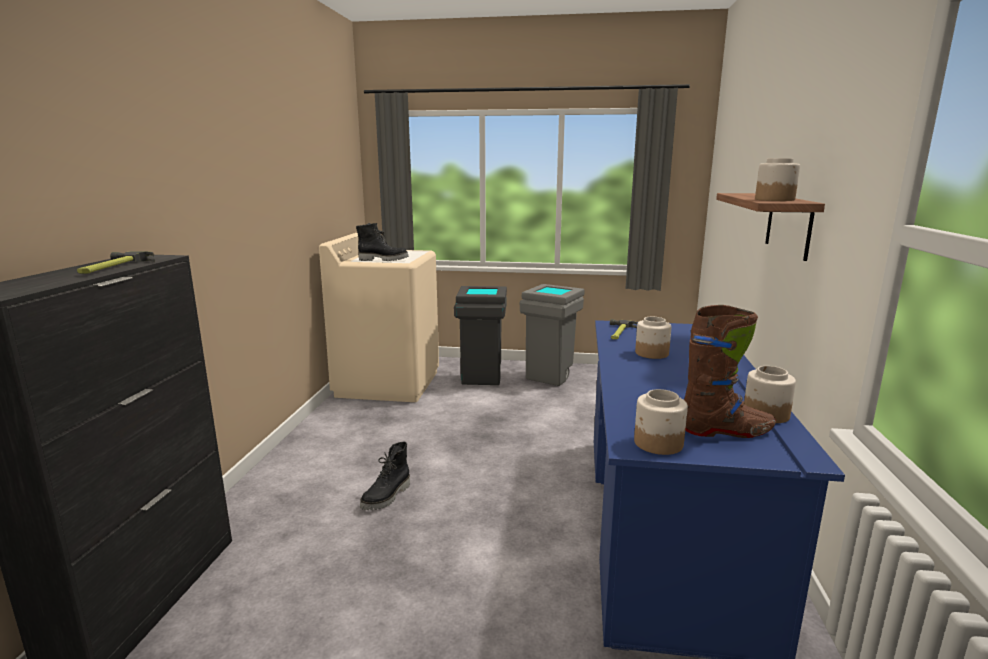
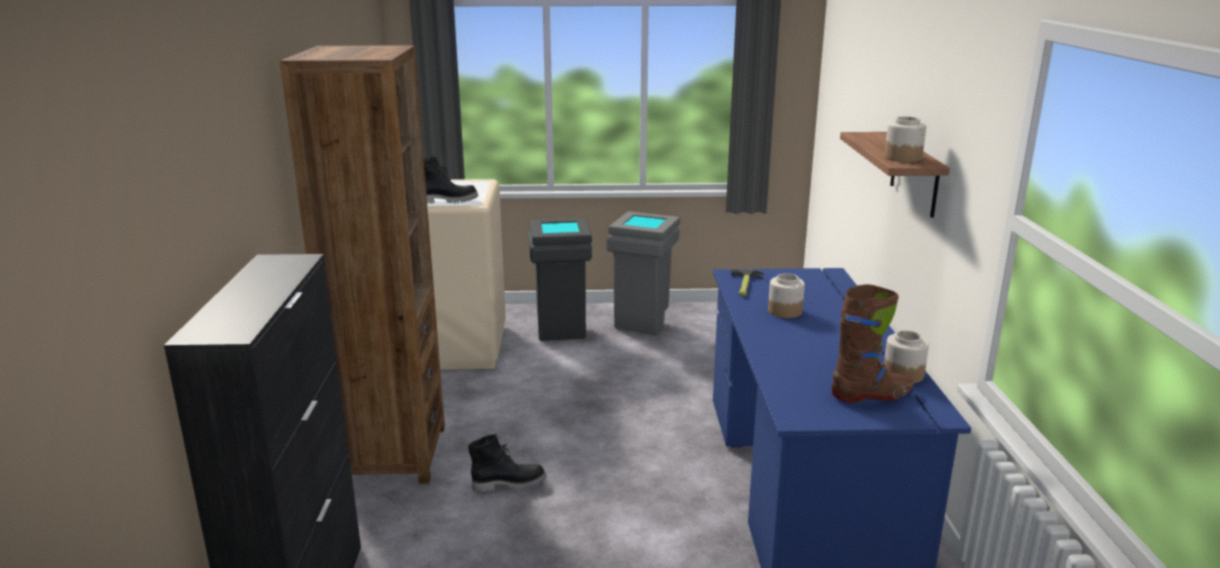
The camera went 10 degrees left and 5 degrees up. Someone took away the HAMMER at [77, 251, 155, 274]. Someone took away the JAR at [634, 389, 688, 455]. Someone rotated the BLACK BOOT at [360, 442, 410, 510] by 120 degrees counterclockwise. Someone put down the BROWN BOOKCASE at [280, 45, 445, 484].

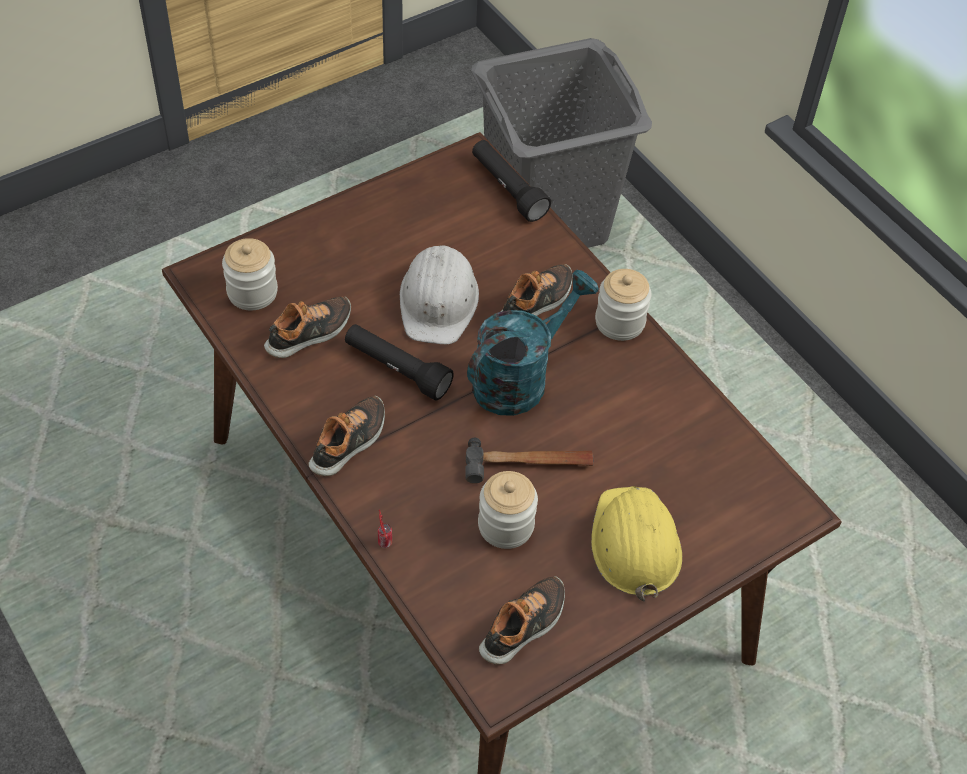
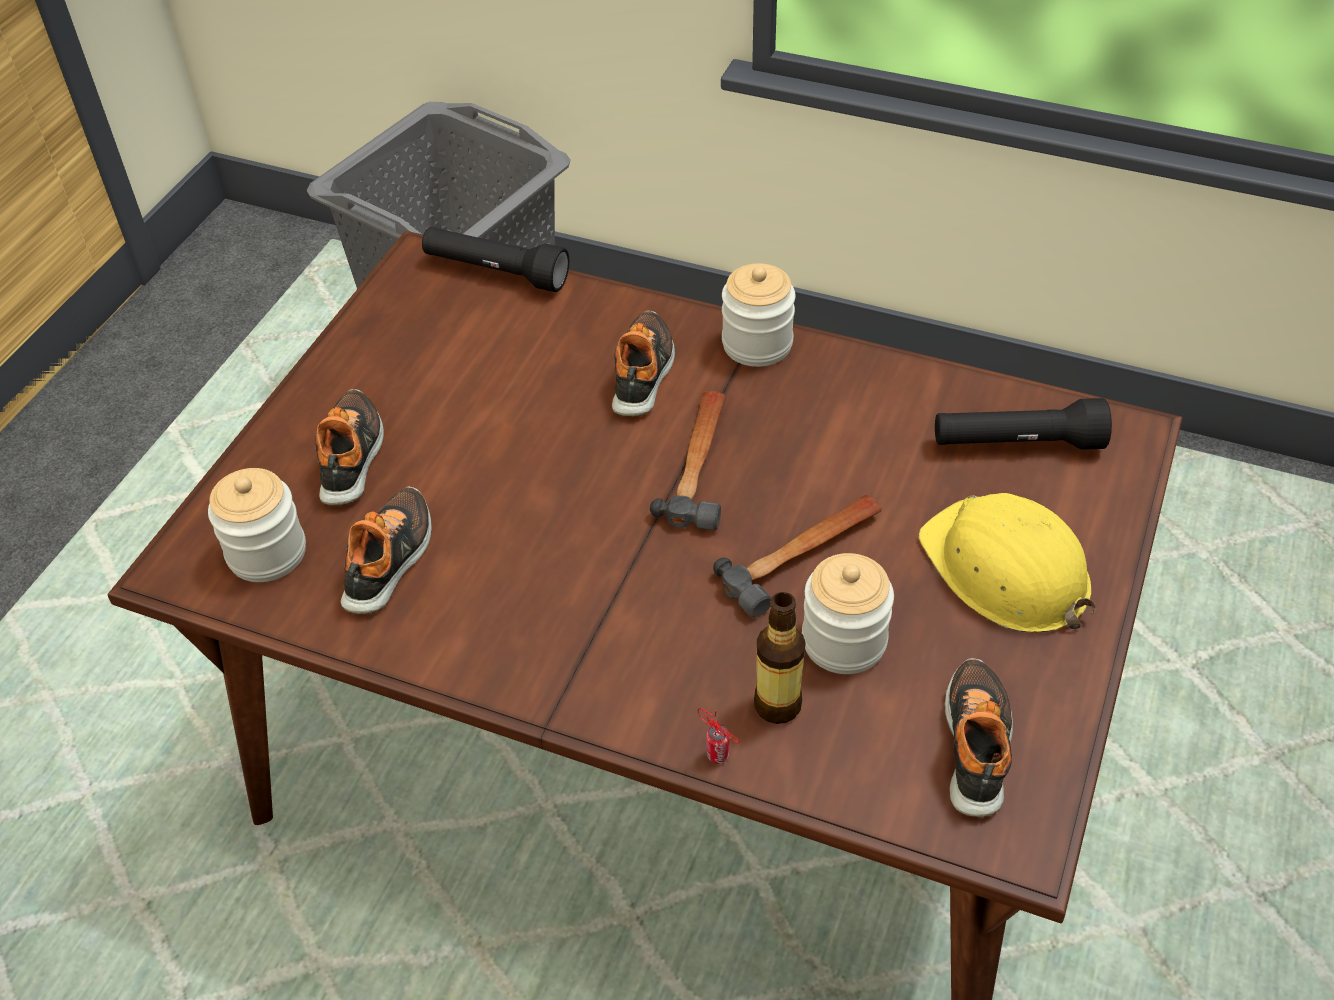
The camera went 30 degrees left and 5 degrees down. Someone took away the WHITE HARD HAT at [400, 245, 479, 344]. Someone swapped the TURQUOISE WATERING CAN at [467, 270, 599, 416] for the HAMMER at [650, 391, 726, 530]. Someone carried the BLACK FLASHLIGHT from [345, 324, 454, 401] to [935, 398, 1112, 450]. Someone carried the SHOE from [309, 396, 385, 476] to [315, 389, 384, 506]. Someone put down the BOTTLE at [754, 592, 806, 724].

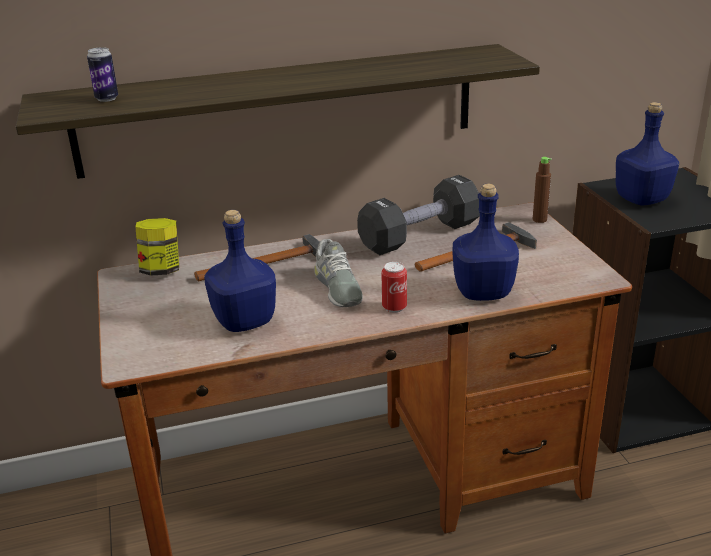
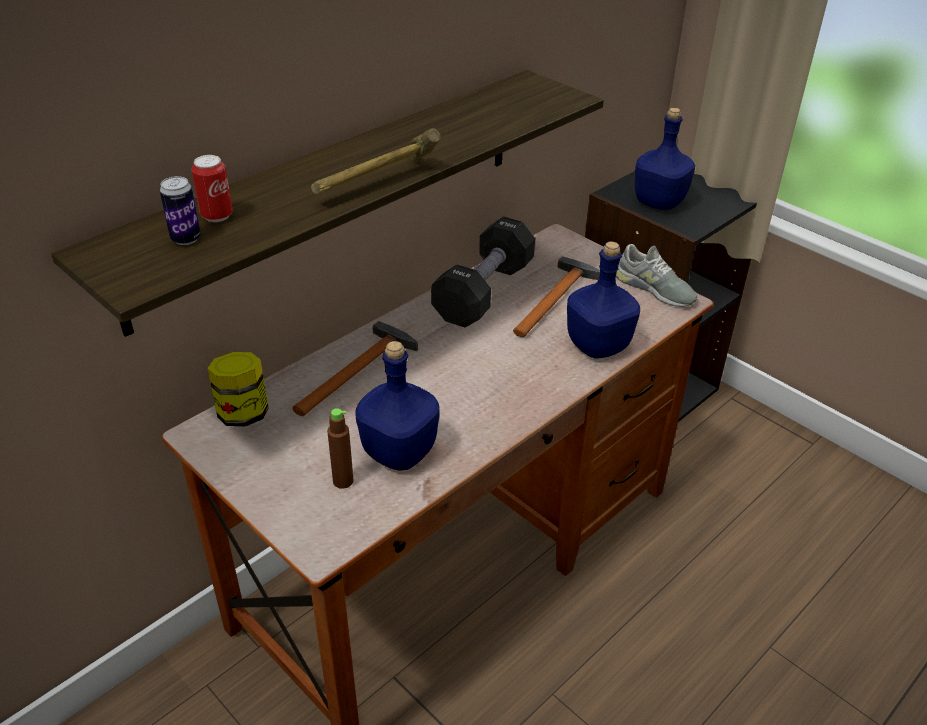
The camera went 30 degrees left and 10 degrees up. Someone carried the BROWN BOTTLE from [533, 157, 552, 223] to [327, 408, 354, 489]. Someone carried the GREY SHOE from [314, 239, 363, 307] to [616, 244, 697, 307]. Someone carried the CAN from [382, 262, 407, 313] to [192, 155, 233, 222]. Someone put down the HAMMER at [311, 128, 441, 195].

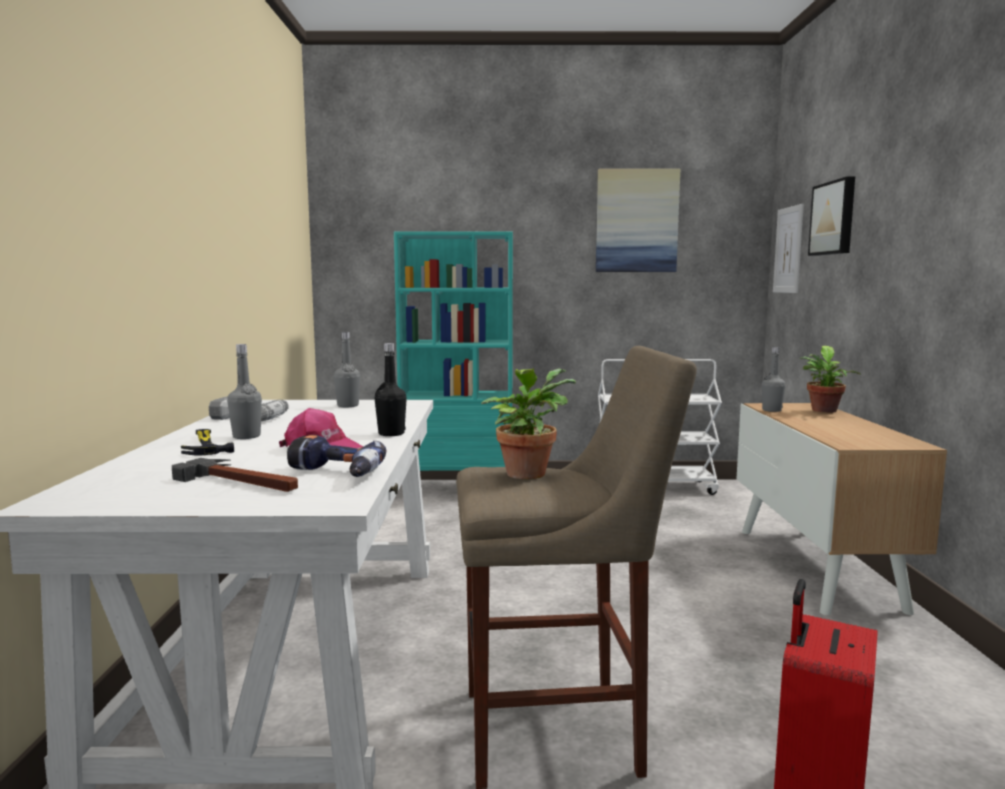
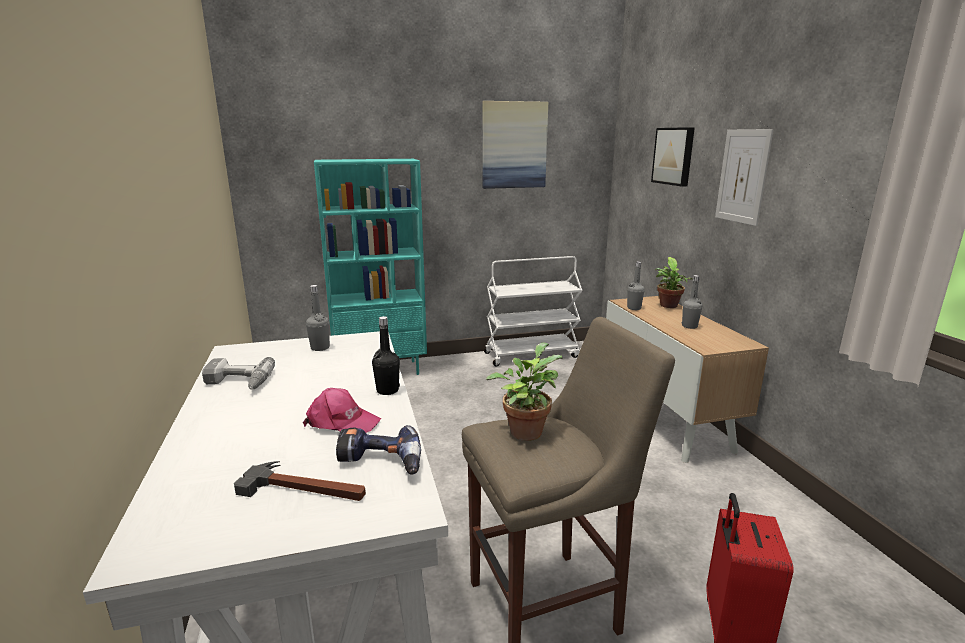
The camera went 15 degrees left and 10 degrees up. Someone carried the PICTURE from [773, 204, 804, 293] to [715, 129, 774, 226]. Someone carried the GREY BOTTLE from [227, 344, 262, 439] to [682, 275, 702, 329]. Someone took away the HAMMER at [181, 429, 234, 455].

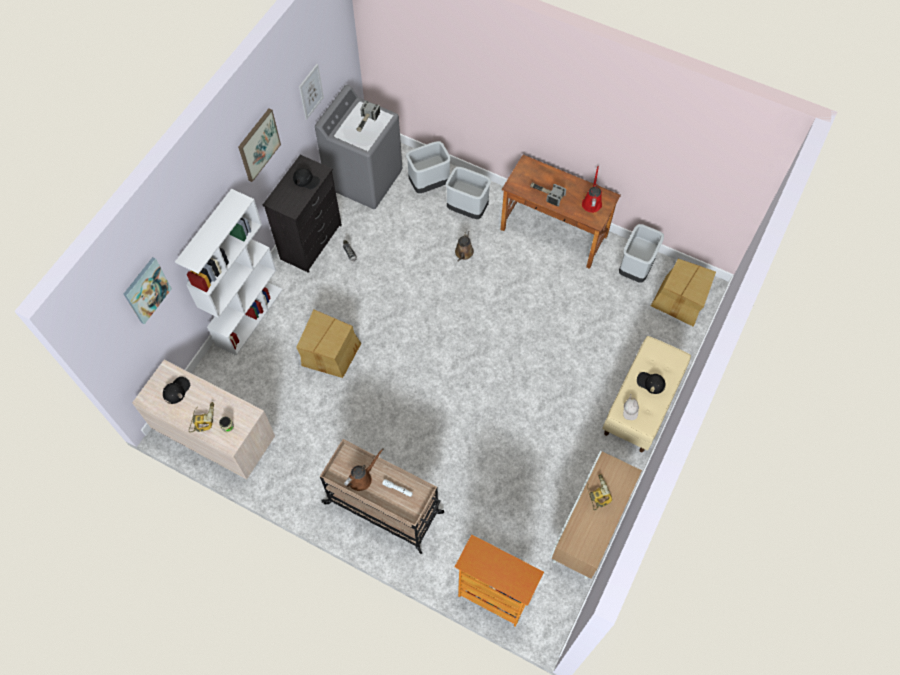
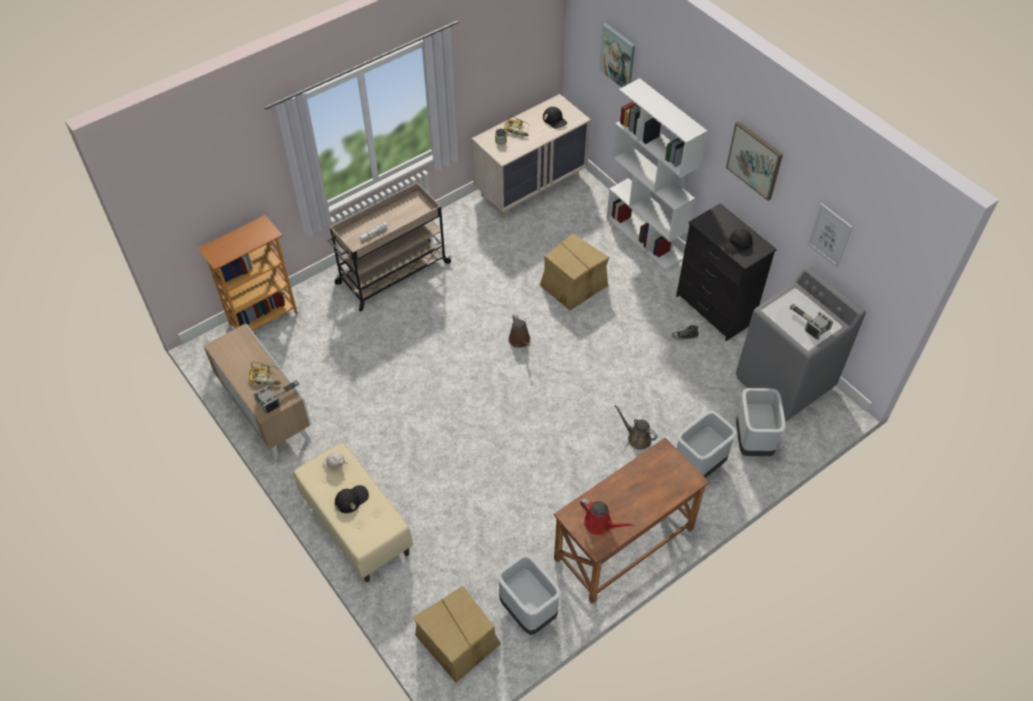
The camera went 115 degrees right and 10 degrees down. Someone carried the HAMMER from [530, 182, 566, 206] to [253, 380, 299, 414]. Someone carried the BROWN WATERING CAN from [344, 448, 384, 491] to [509, 314, 530, 348].

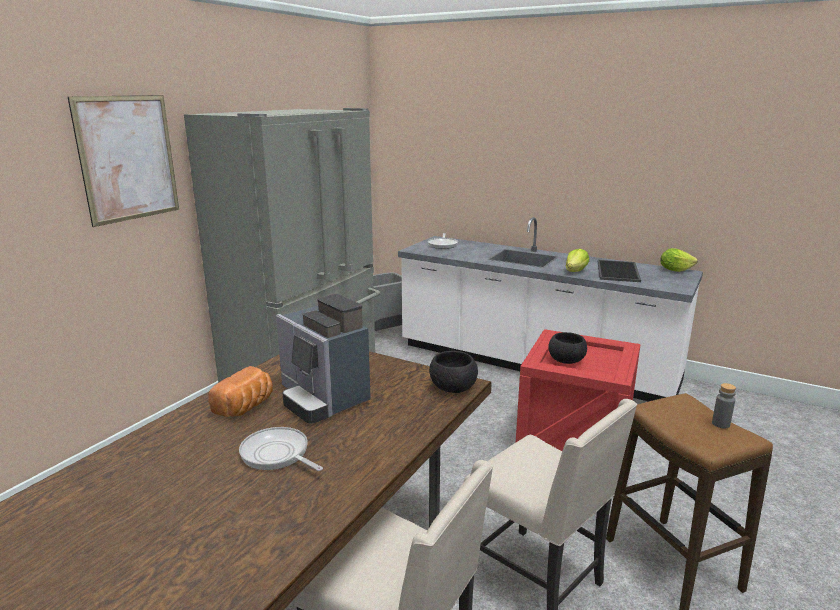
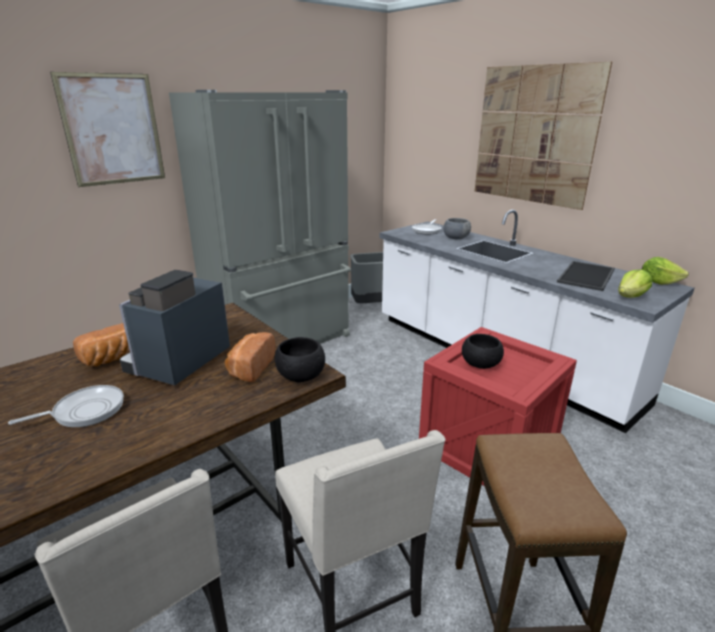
The camera went 20 degrees right and 5 degrees up. Someone carried the LETTUCE from [566, 249, 589, 272] to [618, 269, 652, 298]. Someone rotated the COFFEE MACHINE at [276, 294, 371, 424] by 45 degrees clockwise. Someone took away the GREY BOTTLE at [712, 383, 736, 428]. Someone rotated the FRYING PAN at [239, 427, 323, 471] by 90 degrees clockwise. Someone put up the PICTURE at [475, 62, 612, 210]. Someone put down the GREY BOWL at [443, 218, 471, 239]. Someone put down the BREAD at [225, 332, 275, 382].

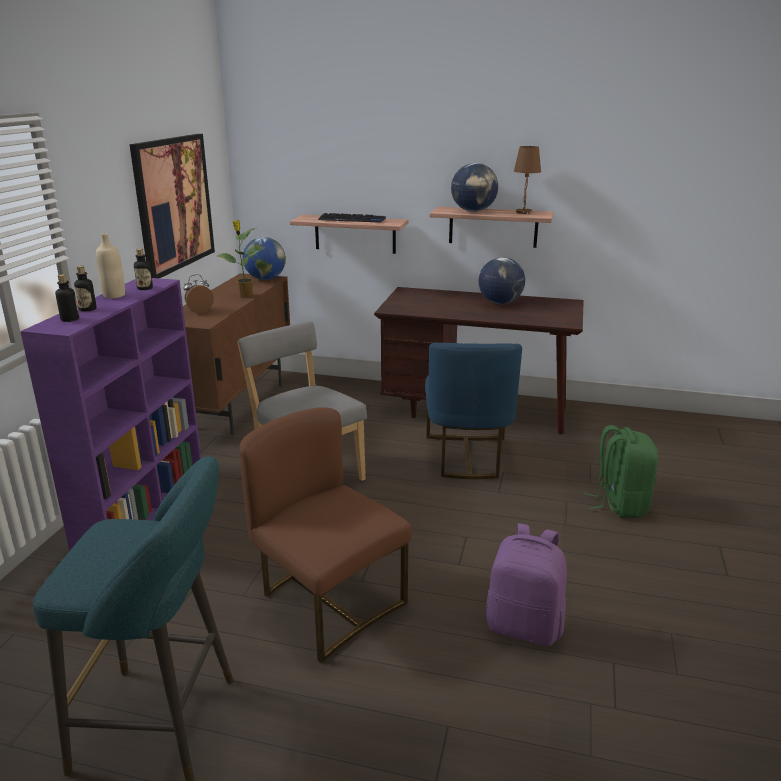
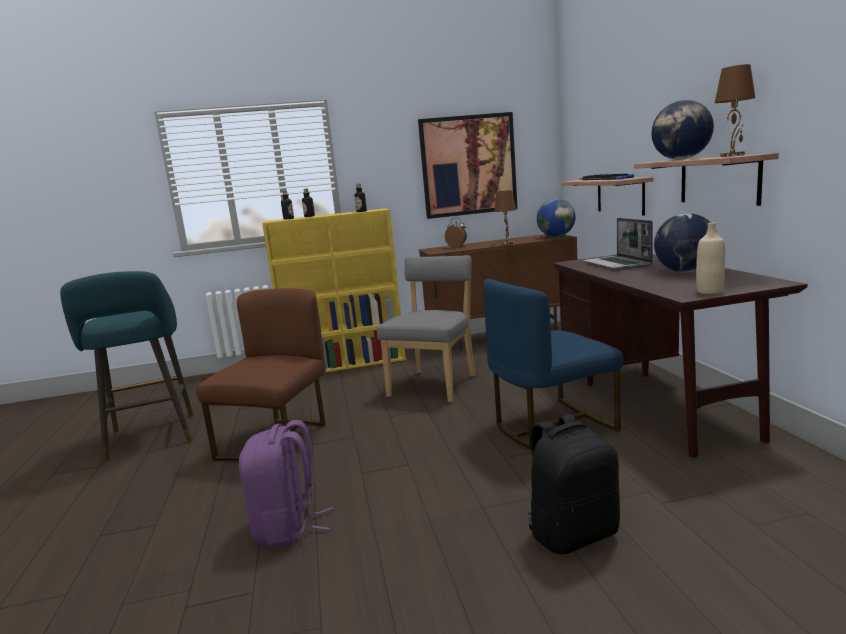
The camera went 65 degrees right and 10 degrees down. Someone swapped the POTTED PLANT at [217, 220, 264, 298] for the BROWN TABLE LAMP at [494, 190, 516, 244]. Someone carried the BEIGE BOTTLE from [96, 233, 125, 298] to [696, 223, 725, 294]. Someone repainted the PURPLE BOOKCASE at [20, 278, 202, 551], which became the YELLOW BOOKCASE at [262, 208, 406, 372]. Someone repainted the GREEN BACKPACK at [584, 425, 658, 518], which became the BLACK BACKPACK at [528, 414, 620, 554]. Someone put down the LAPTOP at [583, 218, 653, 270].

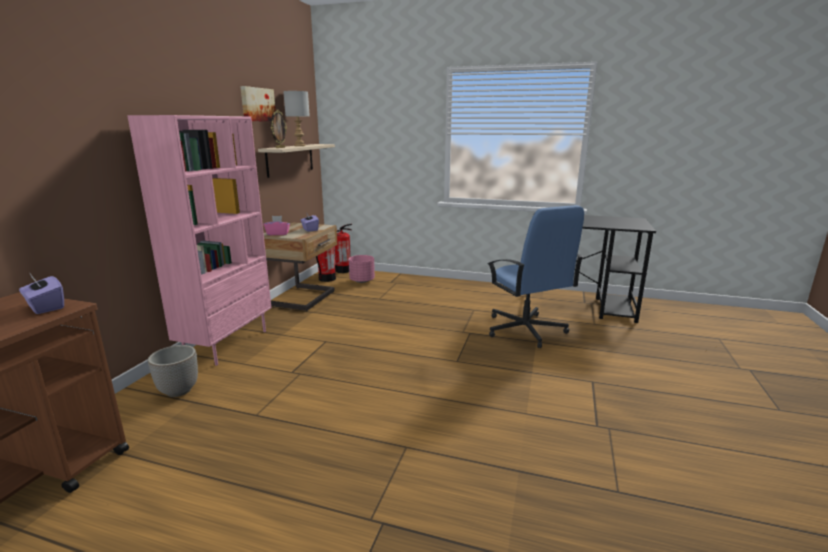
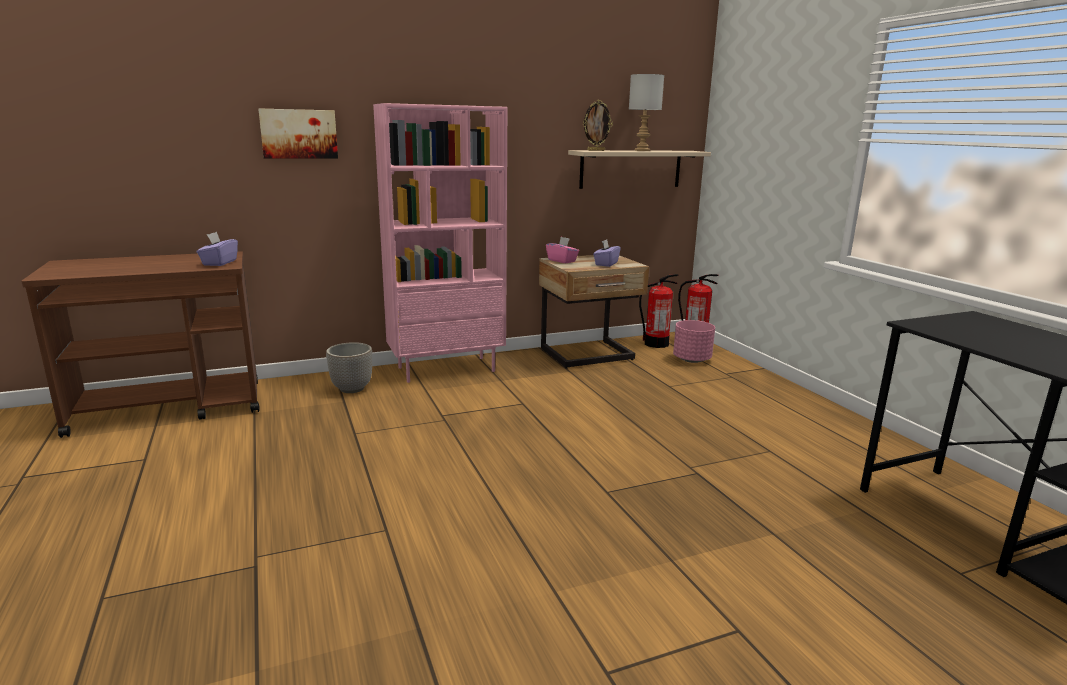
The camera went 50 degrees right and 0 degrees up. Someone carried the PICTURE from [240, 86, 276, 121] to [258, 109, 338, 158]. Someone took away the BLUE OFFICE CHAIR at [487, 205, 584, 348].

